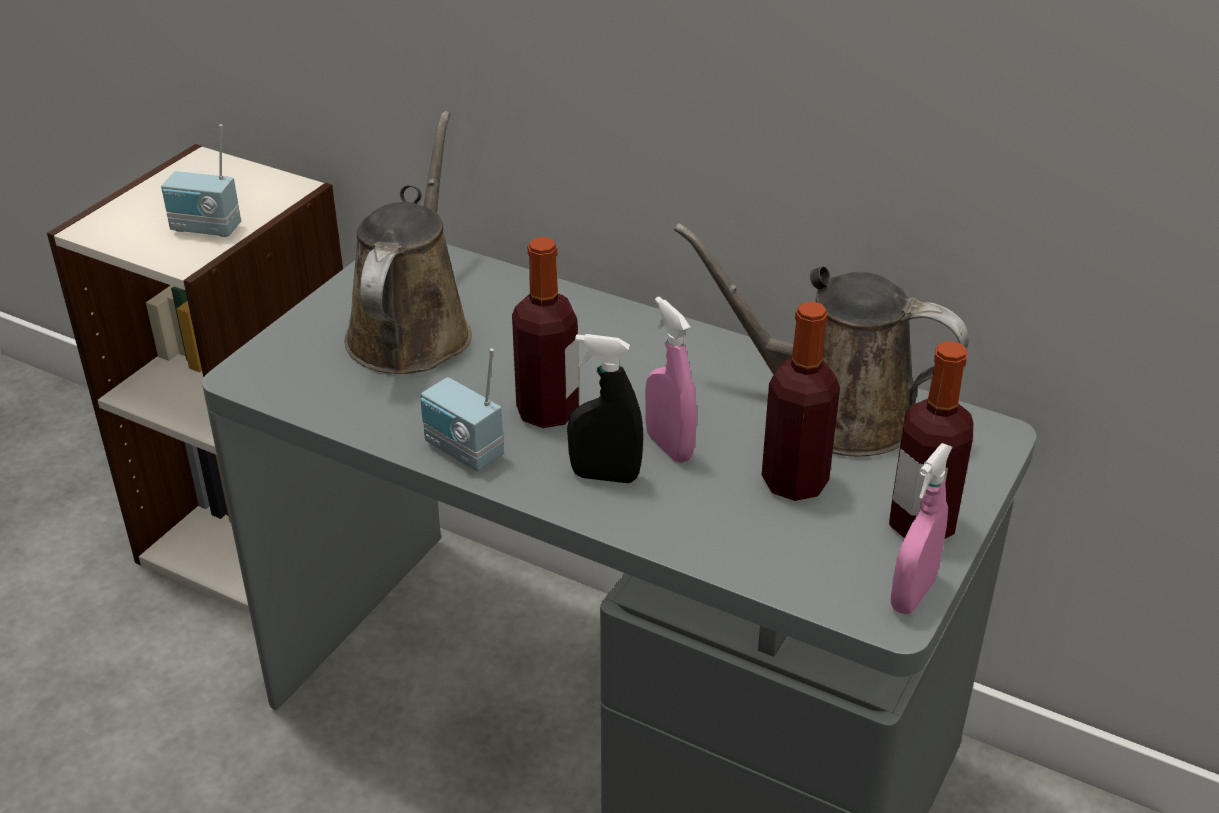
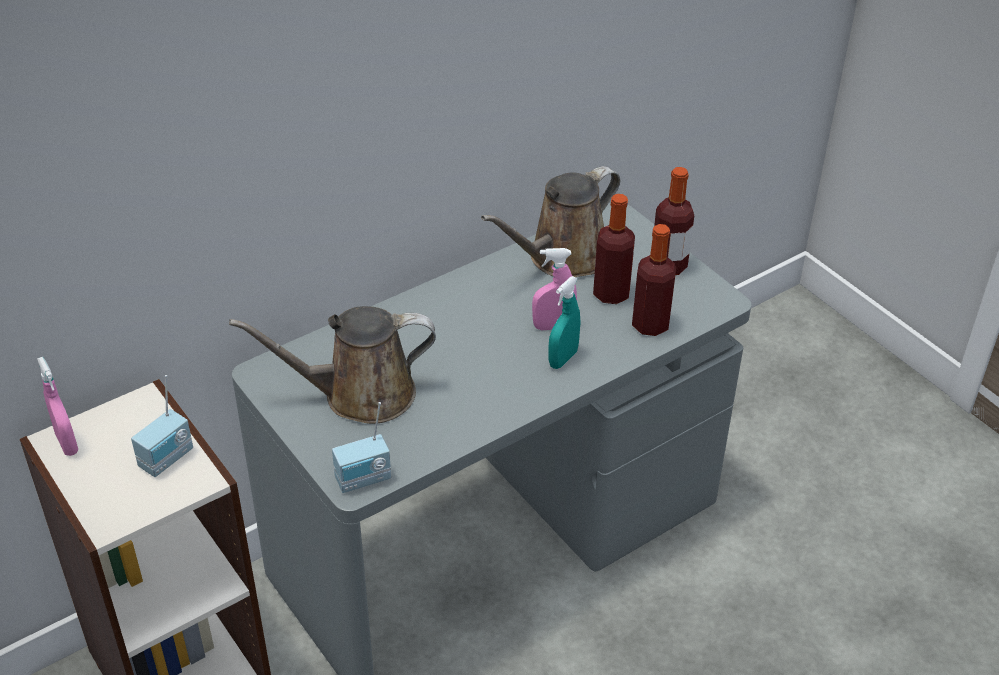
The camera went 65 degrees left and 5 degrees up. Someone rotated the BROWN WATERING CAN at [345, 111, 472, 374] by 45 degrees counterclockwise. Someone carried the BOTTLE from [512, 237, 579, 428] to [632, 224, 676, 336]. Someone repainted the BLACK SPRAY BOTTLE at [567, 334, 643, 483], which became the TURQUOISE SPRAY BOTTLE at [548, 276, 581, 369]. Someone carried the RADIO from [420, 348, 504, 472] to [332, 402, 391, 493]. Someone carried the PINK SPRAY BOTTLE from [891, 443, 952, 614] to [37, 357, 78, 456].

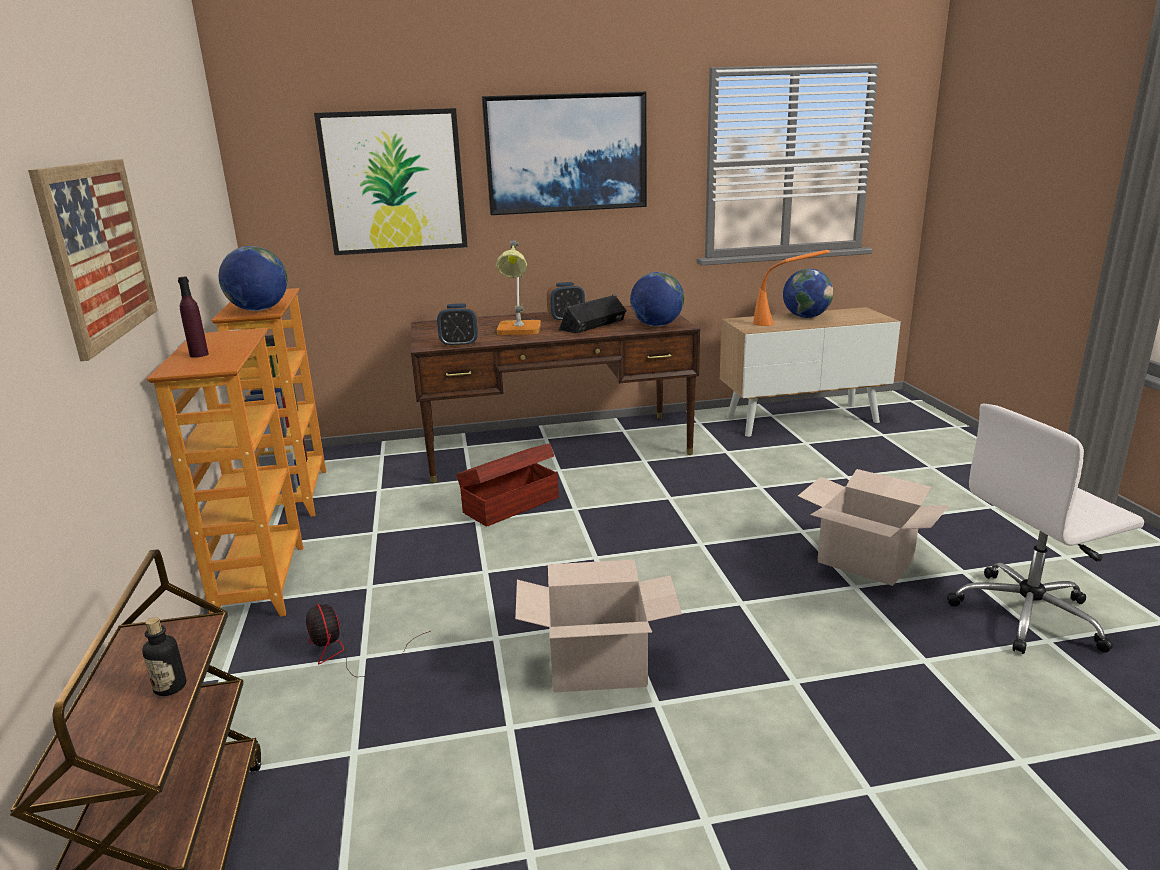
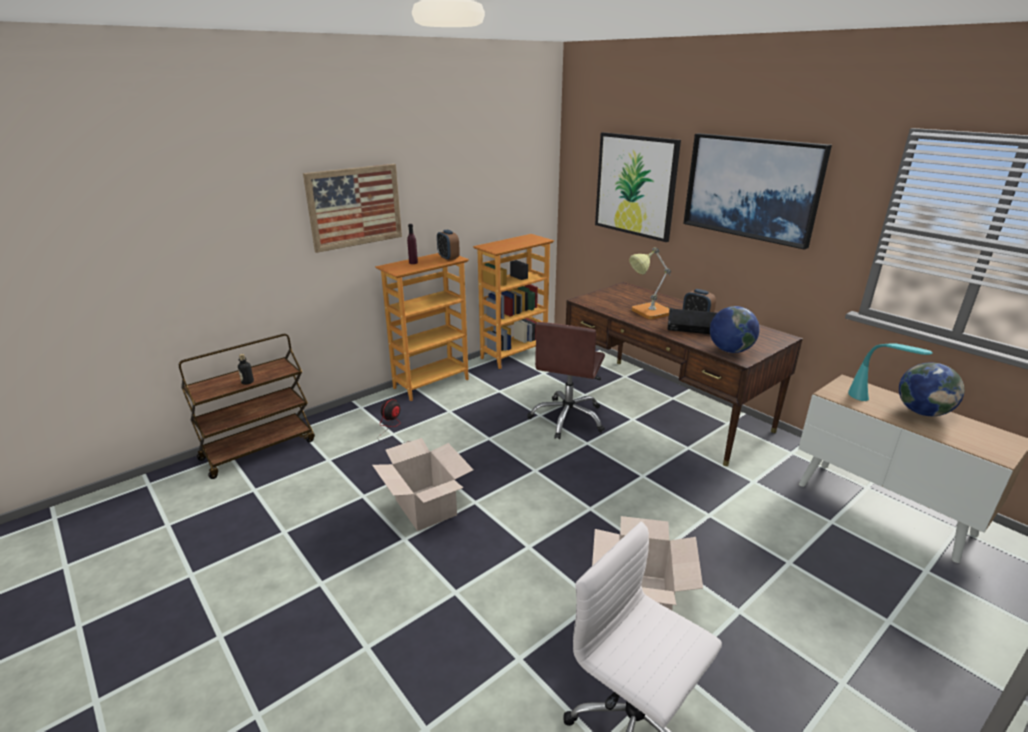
The camera went 60 degrees right and 5 degrees up. Someone took away the GLOBE at [219, 246, 287, 311]. Someone repainted the ORANGE TABLE LAMP at [753, 250, 830, 326], which became the TURQUOISE TABLE LAMP at [848, 343, 933, 401]. Someone carried the ALARM CLOCK from [437, 303, 479, 347] to [437, 230, 460, 261]. Someone swapped the BROWN STORAGE BOX at [456, 443, 559, 527] for the BROWN OFFICE CHAIR at [527, 322, 605, 439].

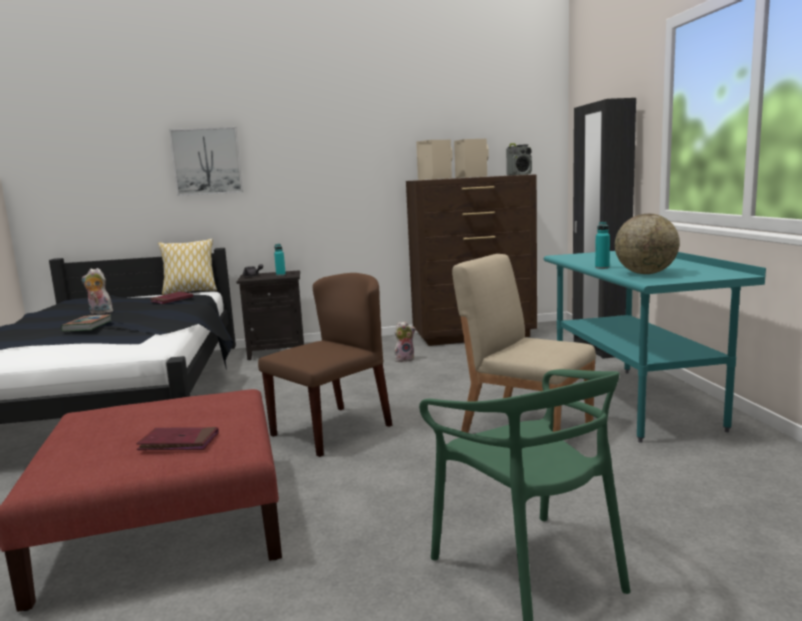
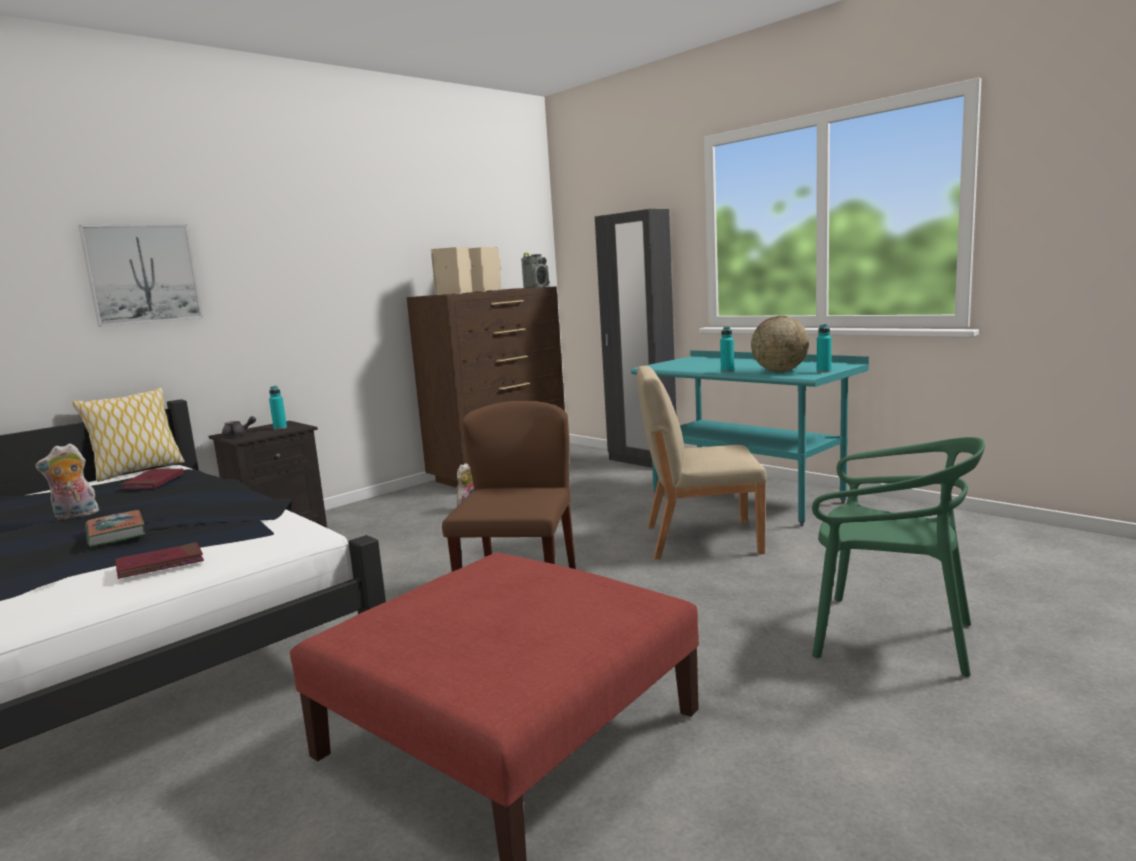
The camera went 35 degrees left and 0 degrees up. Someone carried the RED BOOK from [136, 427, 219, 450] to [115, 542, 204, 579]. Someone put down the TURQUOISE BOTTLE at [817, 324, 832, 373].

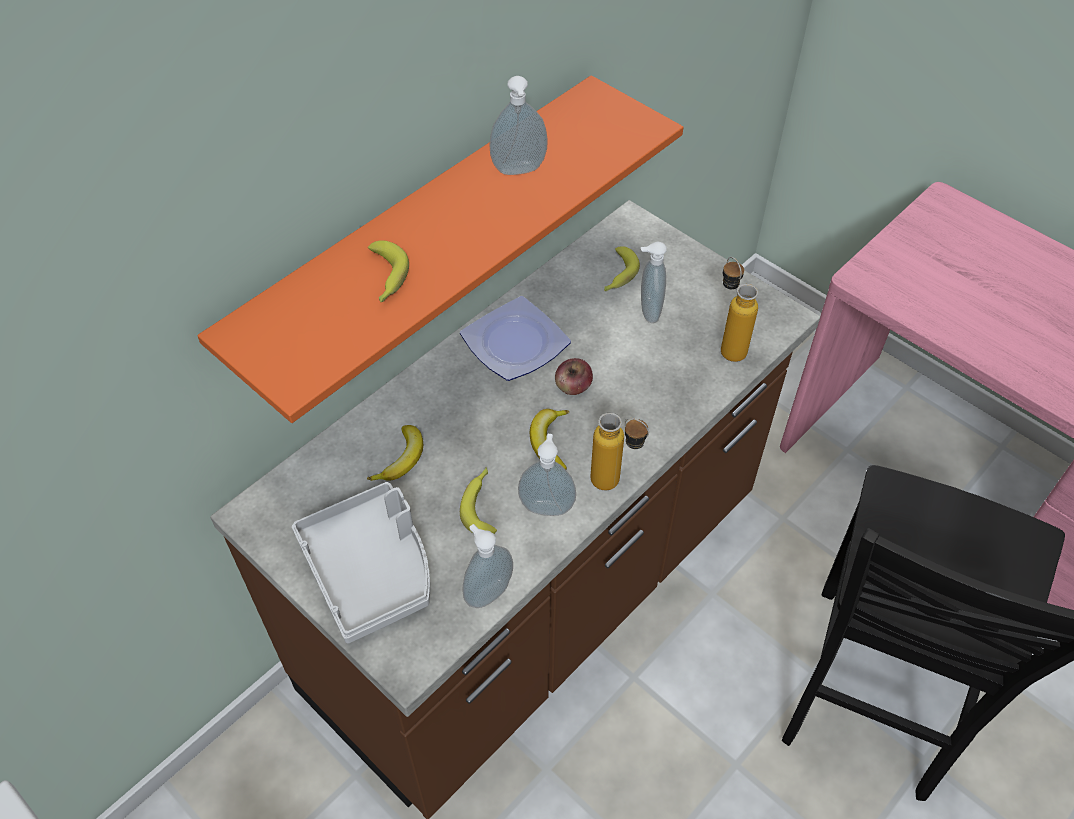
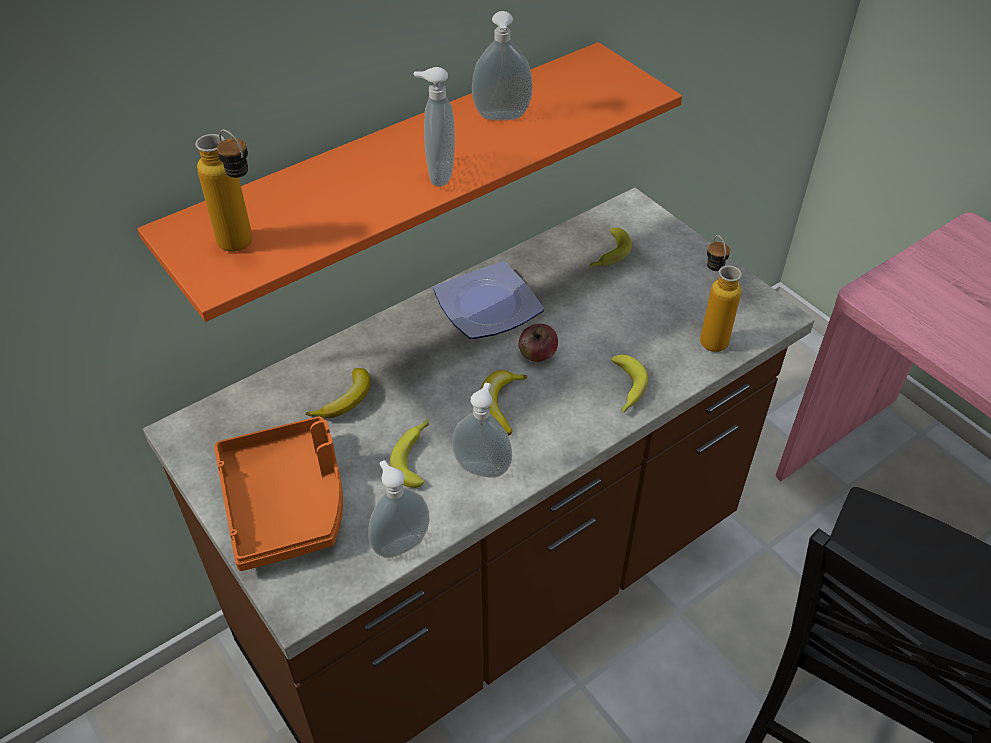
The camera went 10 degrees right and 5 degrees down. Someone carried the BANANA from [368, 240, 409, 303] to [611, 354, 648, 413]. Someone carried the SOAP DISPENSER from [641, 242, 667, 323] to [414, 67, 455, 187]. Someone carried the BOTTLE from [590, 412, 649, 490] to [195, 130, 252, 252]. Someone repainted the GREY TRAY at [292, 482, 430, 643], which became the ORANGE TRAY at [214, 416, 343, 571].

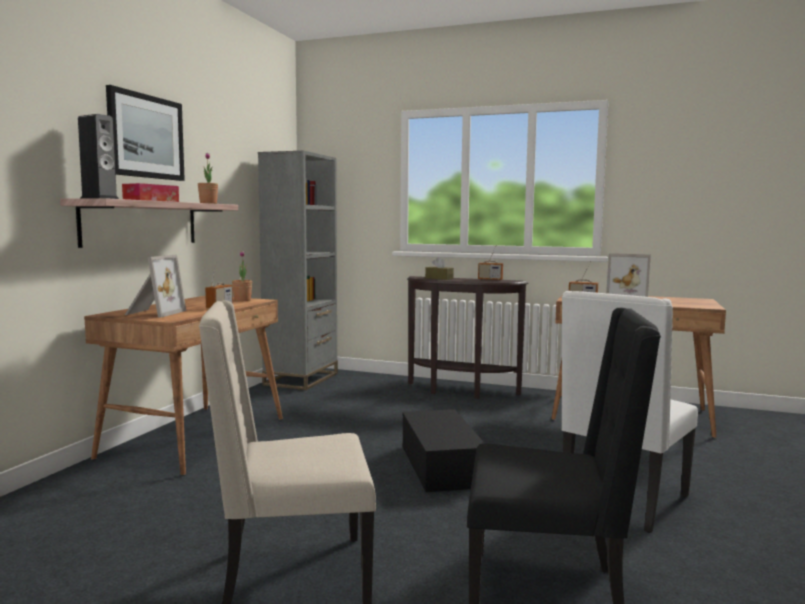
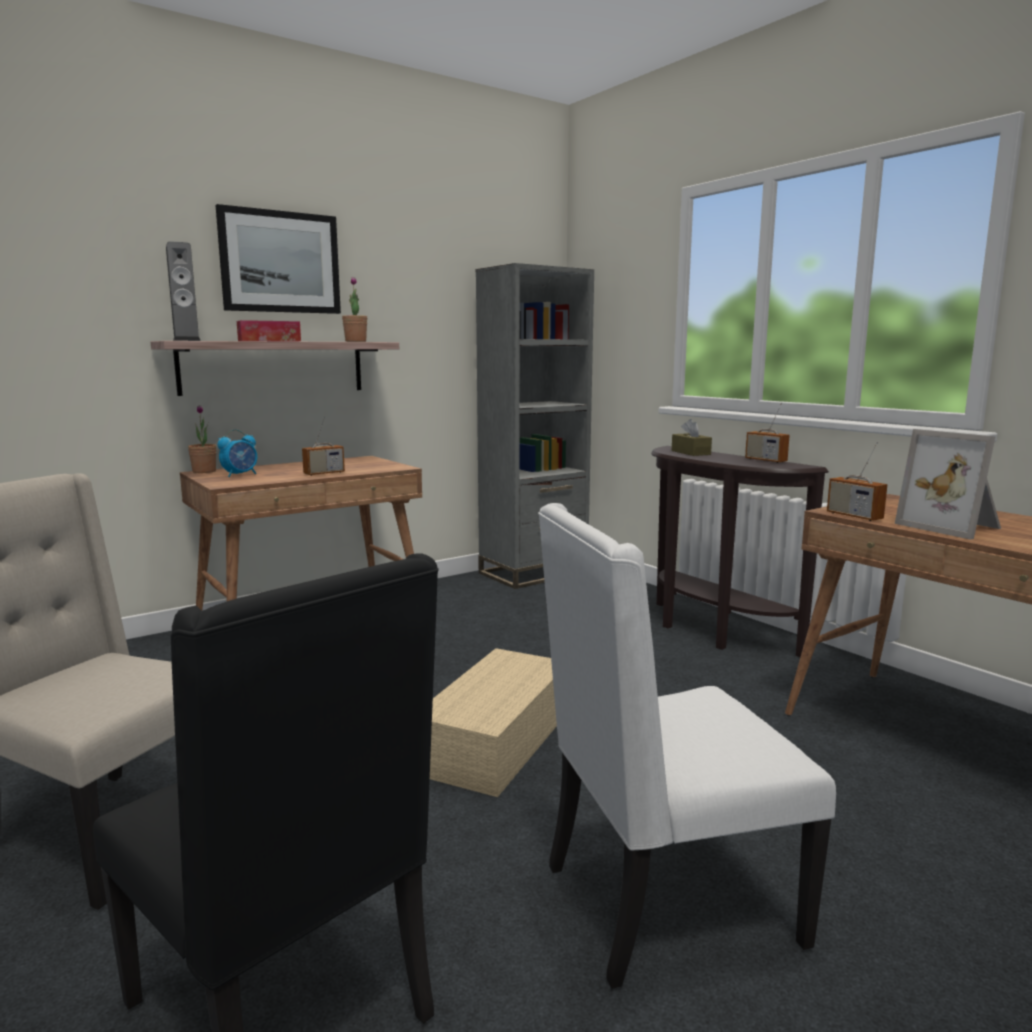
The camera went 35 degrees right and 5 degrees up. Someone carried the POTTED PLANT from [232, 251, 252, 301] to [188, 405, 216, 473]. Someone swapped the PICTURE FRAME at [125, 254, 186, 318] for the ALARM CLOCK at [218, 430, 257, 477]. Someone repainted the BLACK STORAGE BOX at [402, 409, 485, 492], which became the BEIGE STORAGE BOX at [430, 648, 557, 797].

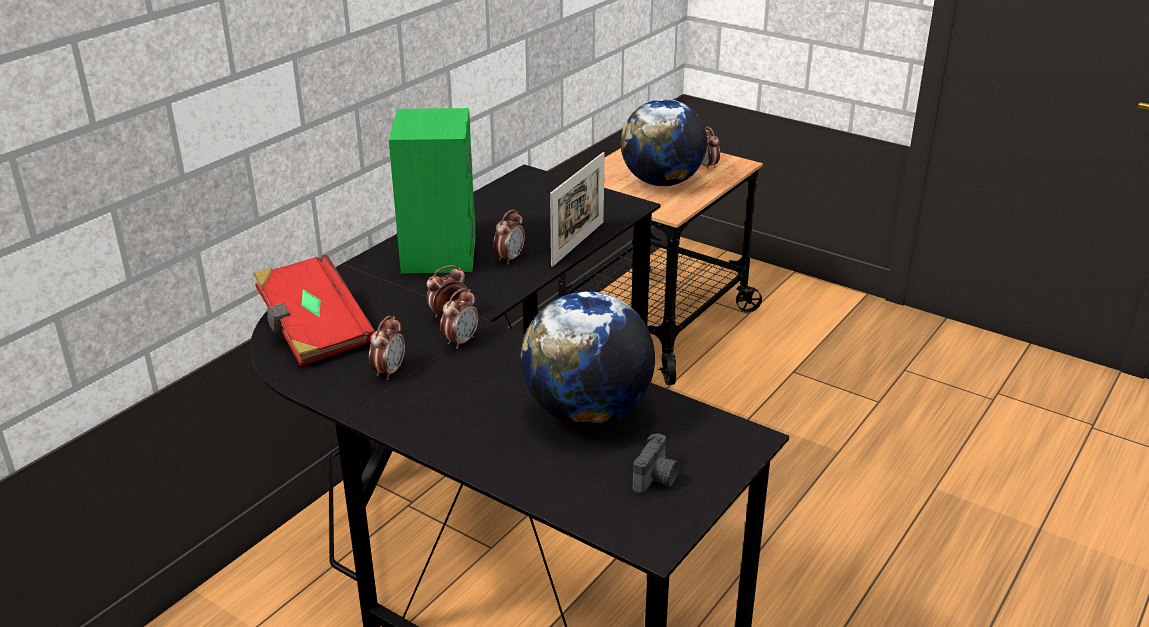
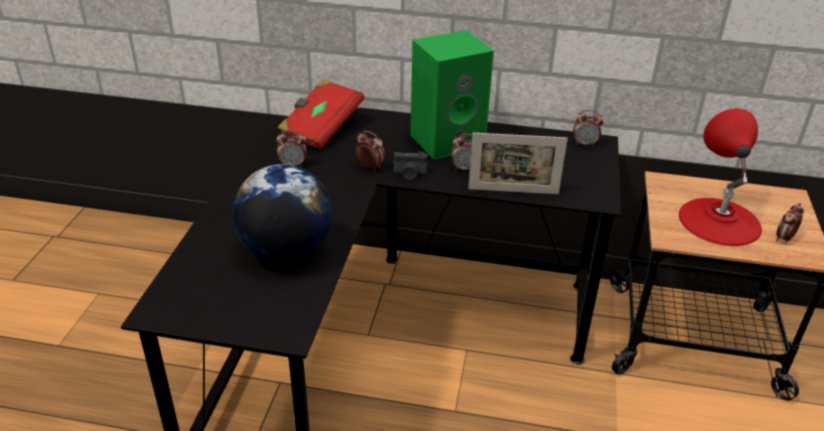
The camera went 65 degrees right and 5 degrees up. Someone swapped the GLOBE at [621, 99, 707, 186] for the RED TABLE LAMP at [679, 108, 762, 246]. Someone carried the ALARM CLOCK from [440, 288, 479, 349] to [573, 110, 604, 147]. Someone carried the PHOTO CAMERA from [633, 433, 679, 494] to [394, 151, 427, 180].

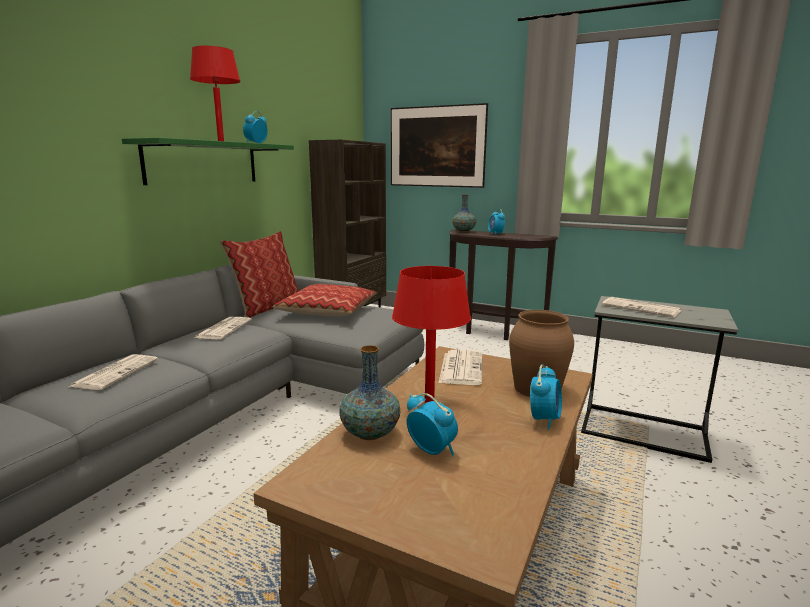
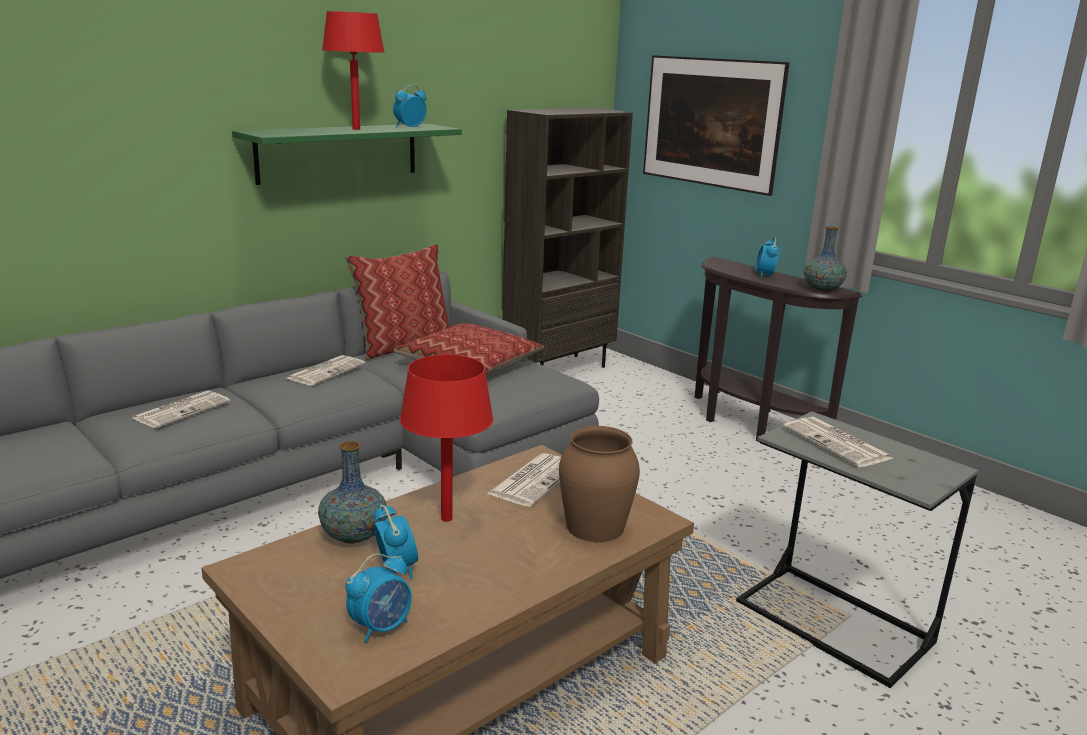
The camera went 20 degrees right and 5 degrees up. Someone carried the VASE from [452, 194, 476, 232] to [804, 227, 847, 292]. Someone carried the ALARM CLOCK from [530, 364, 562, 430] to [345, 553, 412, 643].

